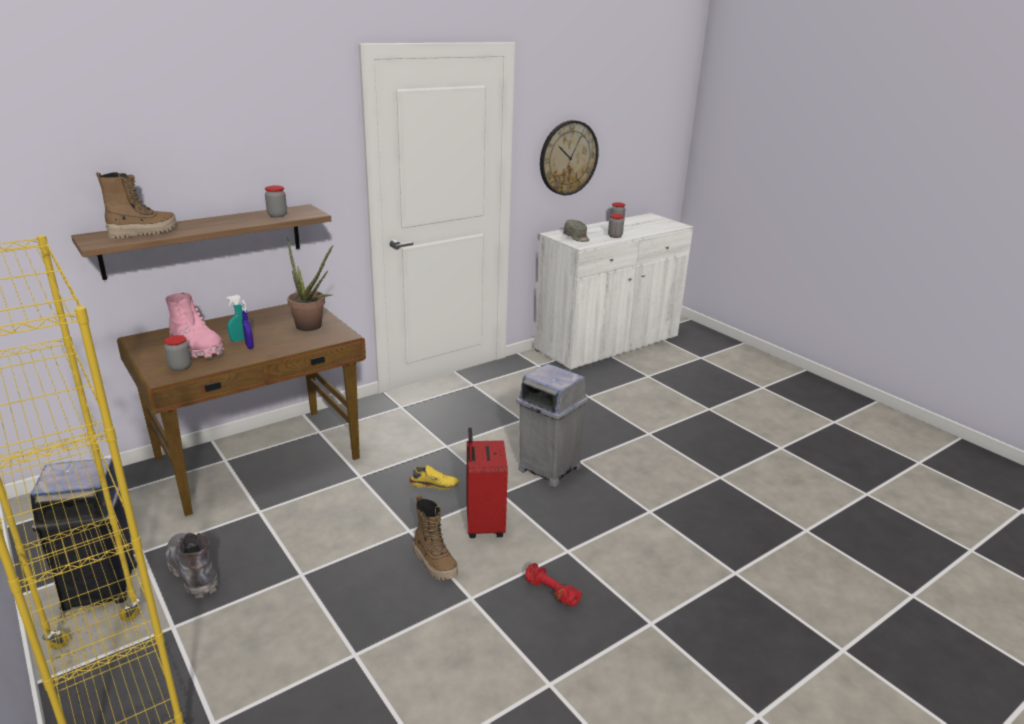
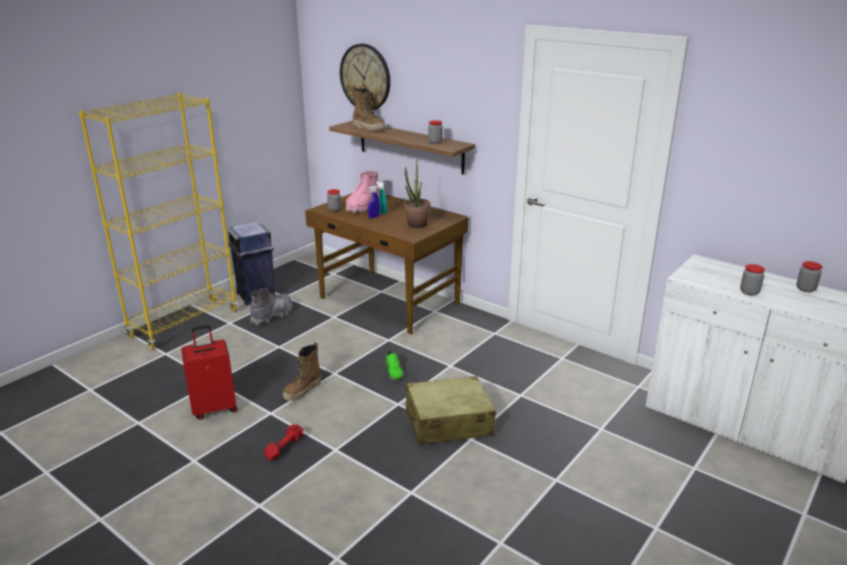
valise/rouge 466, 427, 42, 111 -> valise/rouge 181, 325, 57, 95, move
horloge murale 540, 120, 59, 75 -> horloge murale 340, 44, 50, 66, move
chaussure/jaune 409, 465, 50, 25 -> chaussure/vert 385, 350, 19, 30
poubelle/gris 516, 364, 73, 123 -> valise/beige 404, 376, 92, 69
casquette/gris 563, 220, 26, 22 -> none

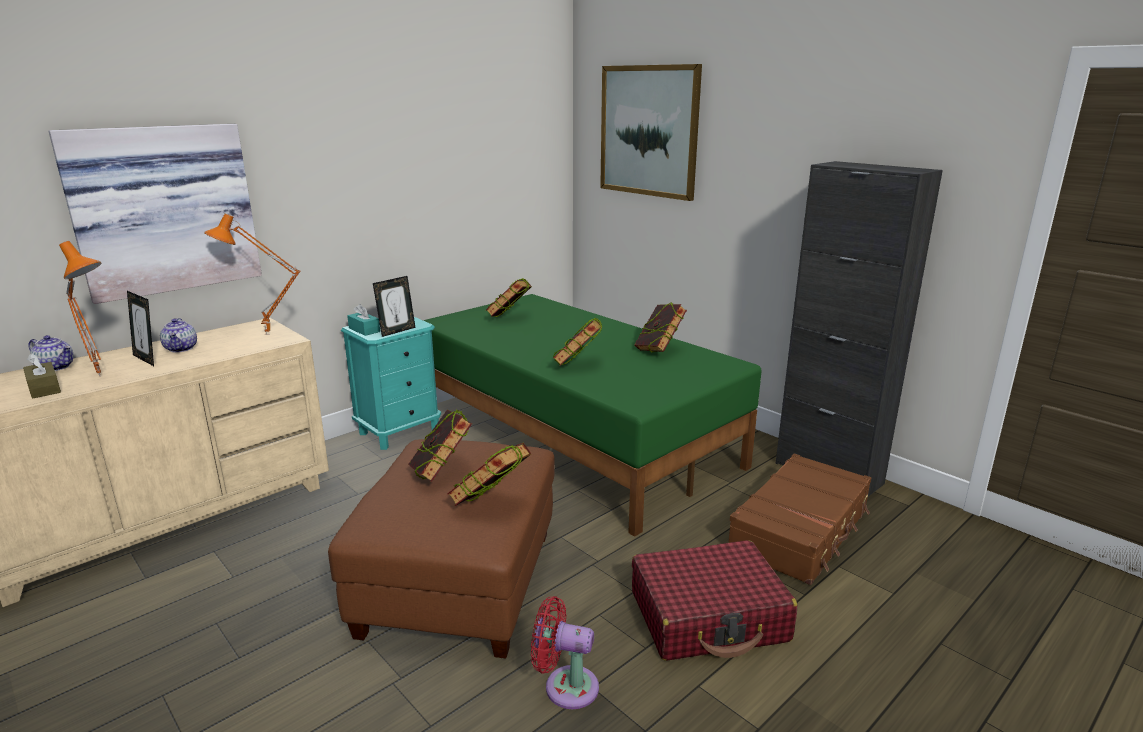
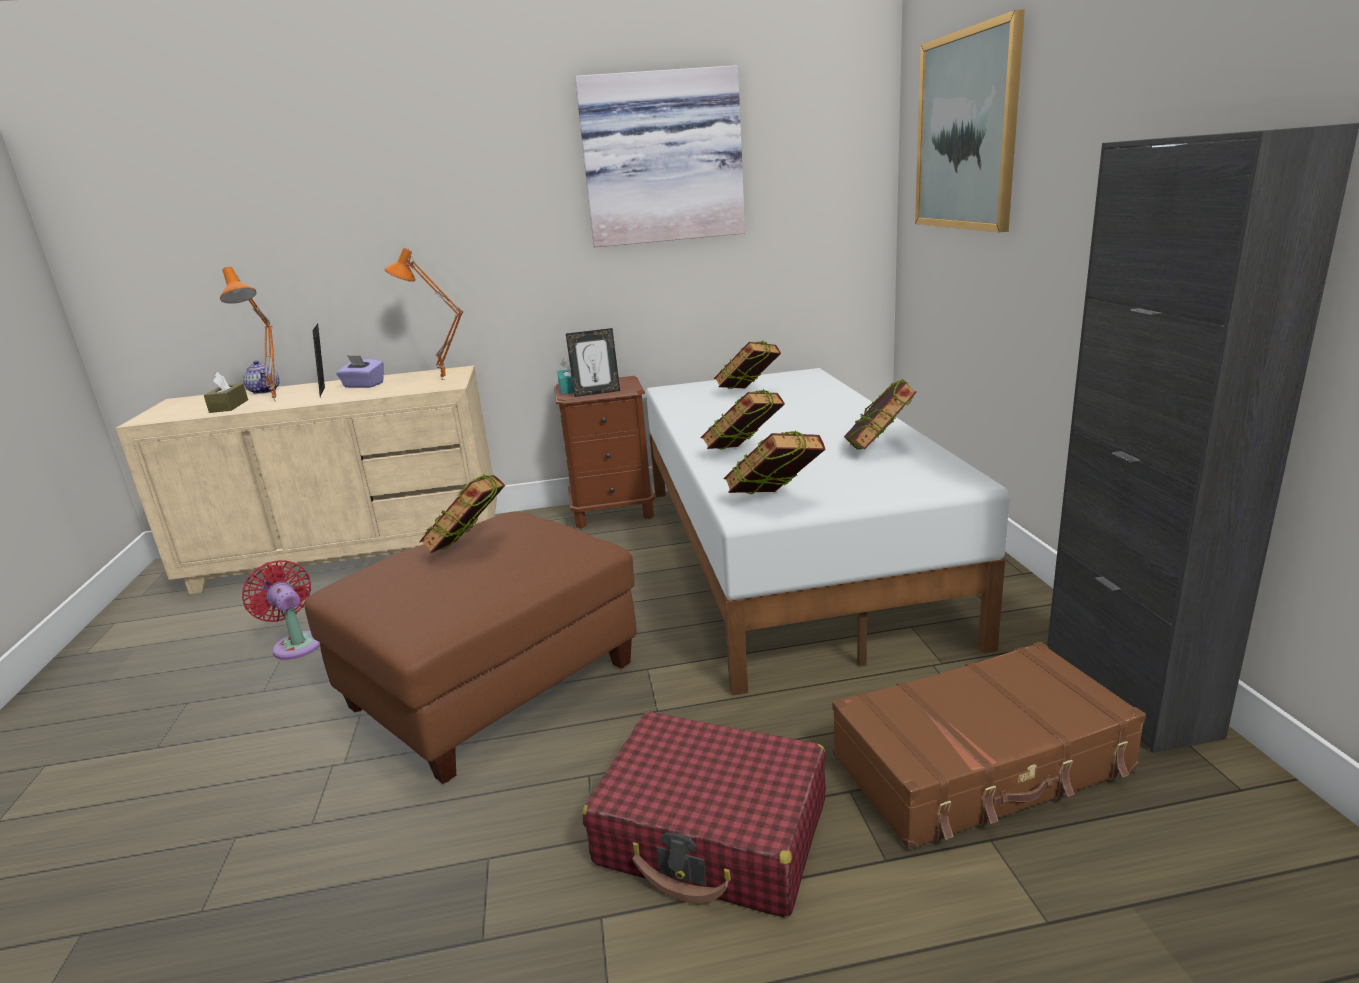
ventilateur/rouge 531, 596, 68, 113 -> ventilateur/rouge 242, 560, 78, 100, move
théière 160, 318, 37, 34 -> boîte à mouchoirs/violet 336, 355, 48, 33
table de chevet/turquoise 341, 317, 100, 133 -> table de chevet/marron 554, 376, 101, 152
tableau 48, 124, 214, 180 -> tableau 575, 65, 170, 182, move
lit/vert 423, 294, 339, 243 -> lit/blanc 646, 368, 364, 328
livre 448, 443, 83, 63 -> livre 723, 430, 103, 64, move

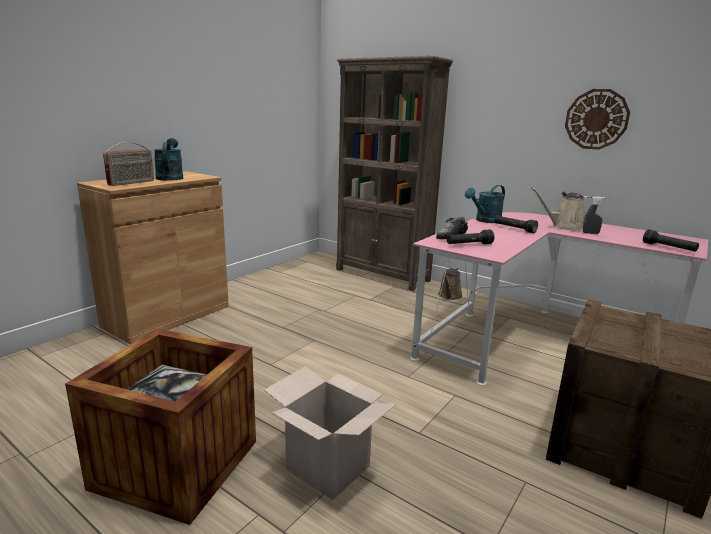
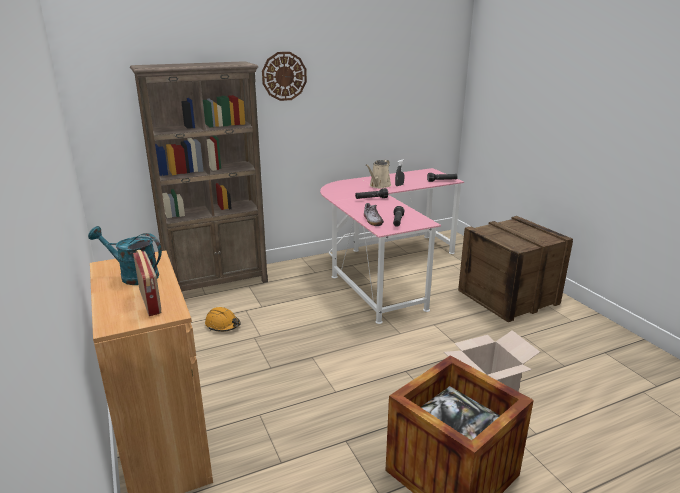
none -> casque de chantier/orange 205, 307, 36, 25
horloge murale 565, 89, 65, 61 -> horloge murale 262, 52, 45, 49, move
arrosoir/marron 438, 267, 25, 33 -> none
arrosoir/turquoise 465, 185, 40, 38 -> none

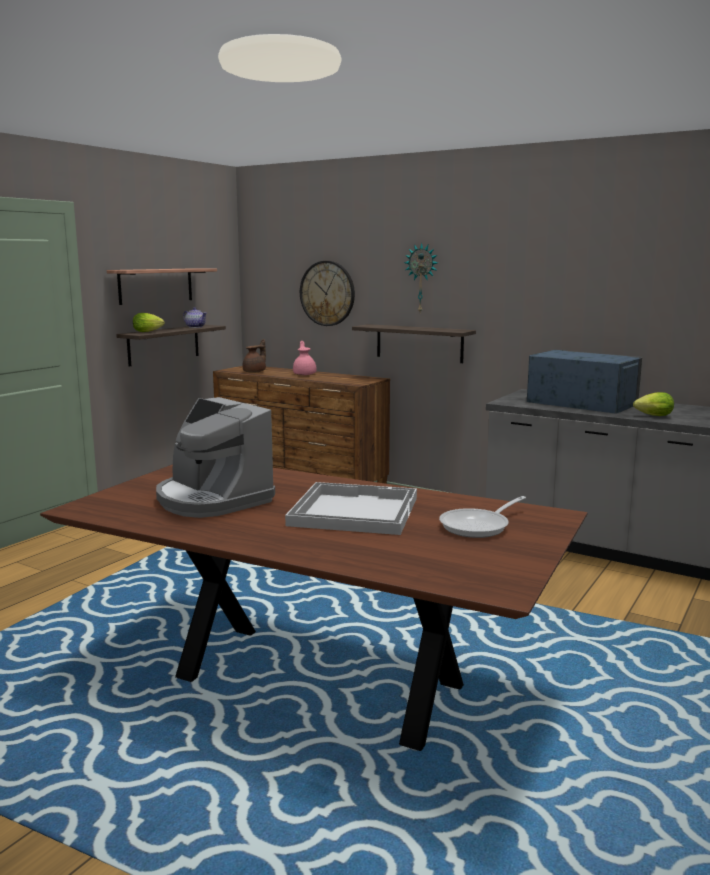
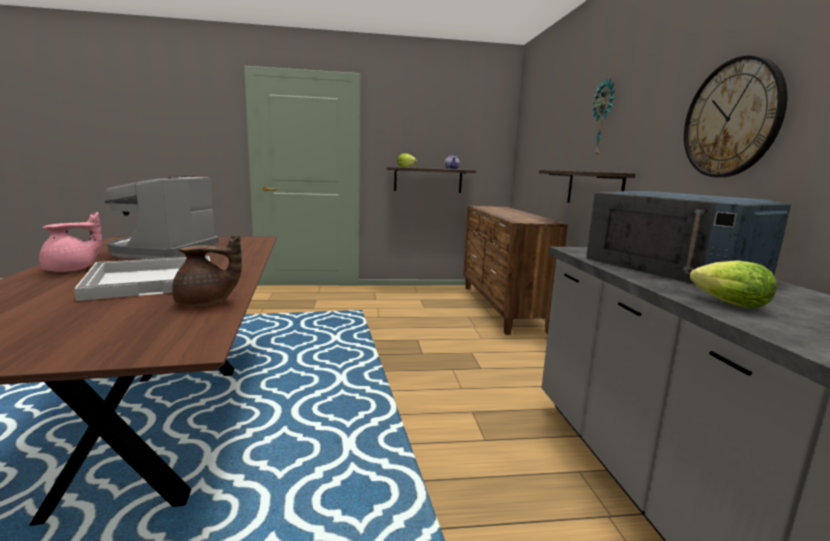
théière/rose 293, 341, 24, 34 -> théière/rose 39, 212, 63, 60, move
théière/marron 242, 339, 24, 34 -> théière/marron 172, 235, 70, 71, move
micro-ondes/bleu 527, 350, 115, 64 -> micro-ondes/bleu 586, 191, 205, 93, 150 degrees clockwise
horloge murale 300, 261, 55, 65 -> horloge murale 684, 55, 103, 122, move
étagère 107, 268, 110, 37 -> none
poêle 439, 496, 87, 42 -> none

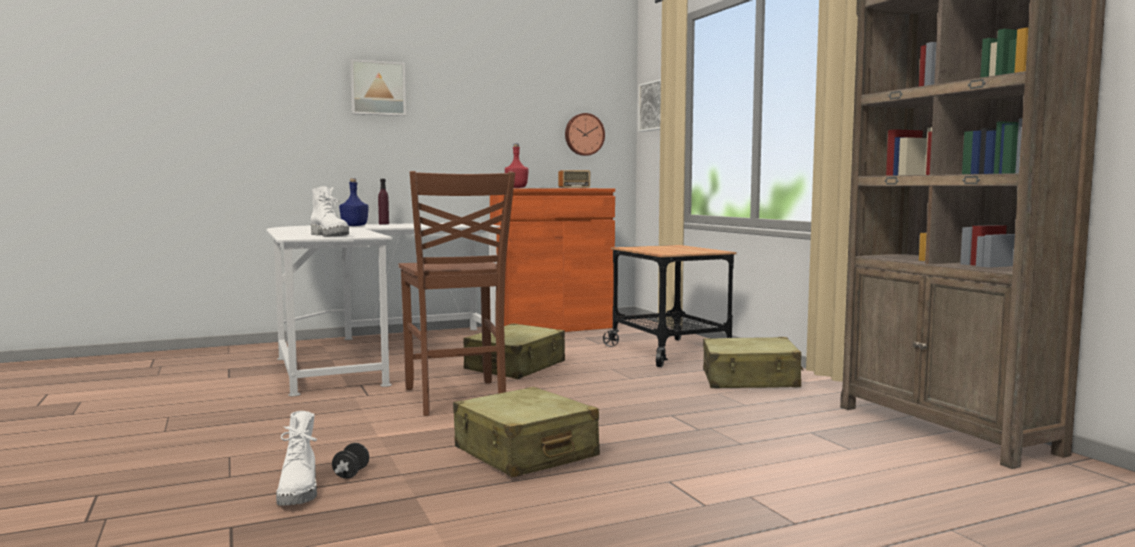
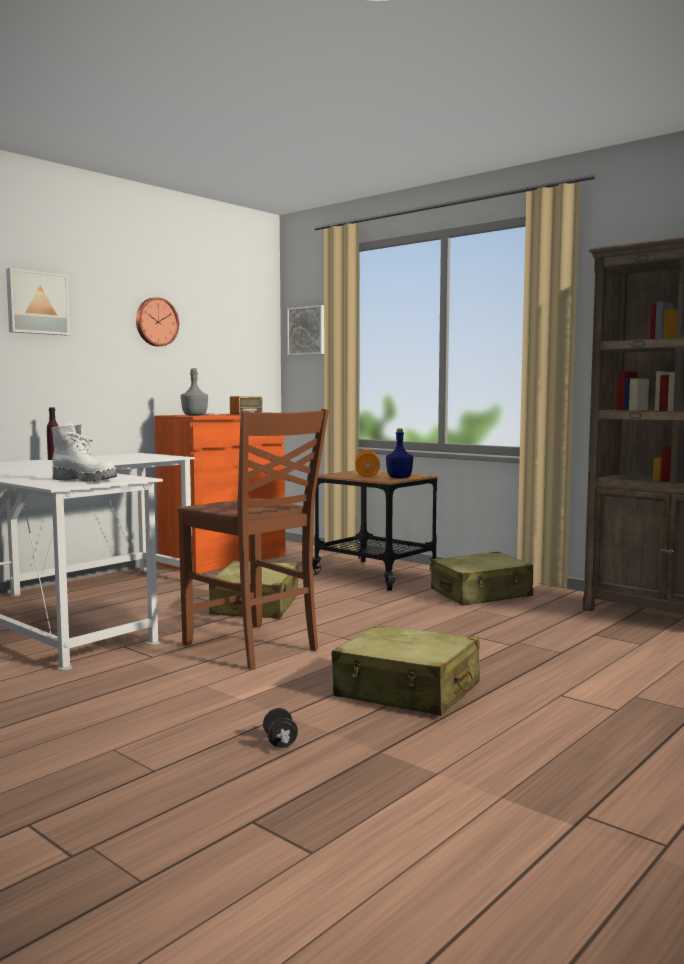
horloge murale 565, 113, 40, 43 -> horloge murale 136, 297, 43, 49, move
bouteille/rouge 505, 144, 23, 44 -> bouteille/gris 181, 368, 27, 48
none -> haltère/orange 355, 450, 25, 27
bouteille/bleu 339, 178, 29, 48 -> bouteille/bleu 386, 428, 27, 50, move
botte/blanc 276, 411, 41, 95 -> none

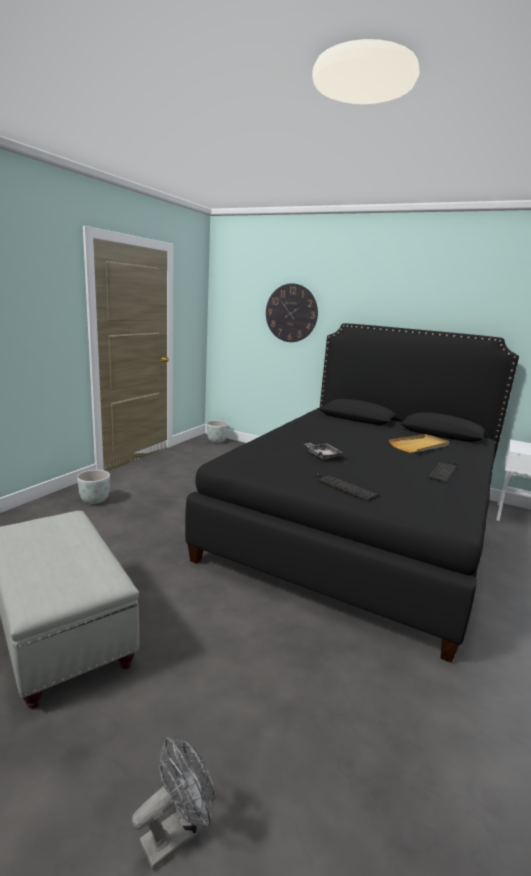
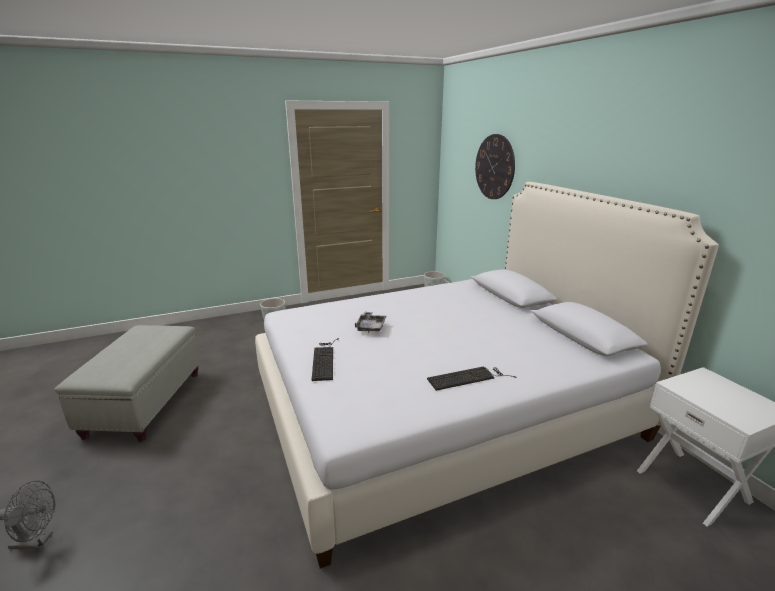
lit/noir 185, 323, 334, 340 -> lit/blanc 255, 182, 464, 387
plateau/beige 389, 434, 60, 19 -> none

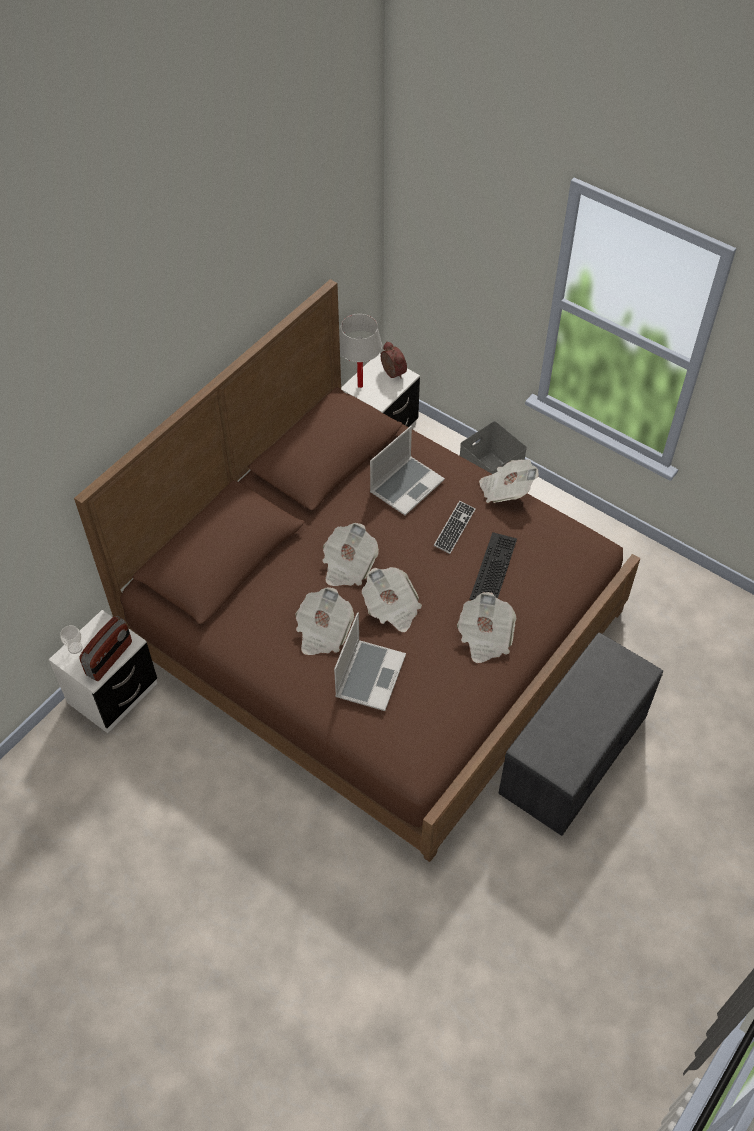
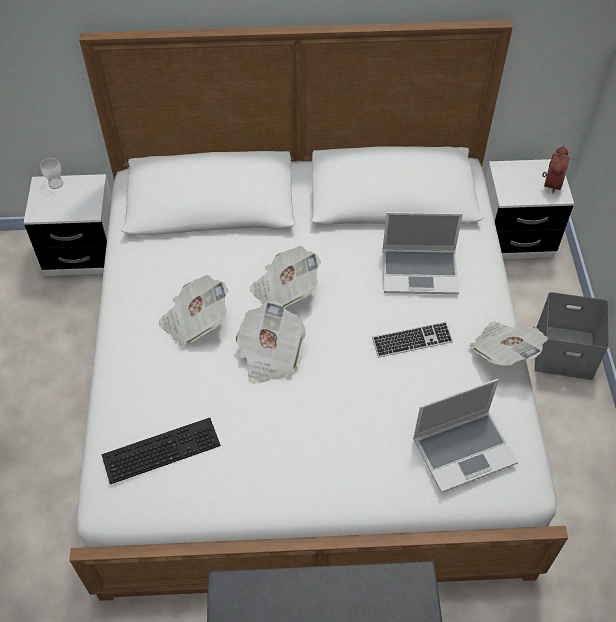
lit/marron 74, 279, 566, 583 -> lit/blanc 69, 20, 499, 581
clavier 470, 532, 47, 68 -> clavier 101, 418, 120, 66, move
ordinateur portable 334, 613, 72, 98 -> ordinateur portable 413, 379, 105, 114, move
radio 79, 616, 53, 65 -> none
lampe de table/blanc 339, 314, 43, 74 -> none
journal 457, 592, 60, 71 -> none

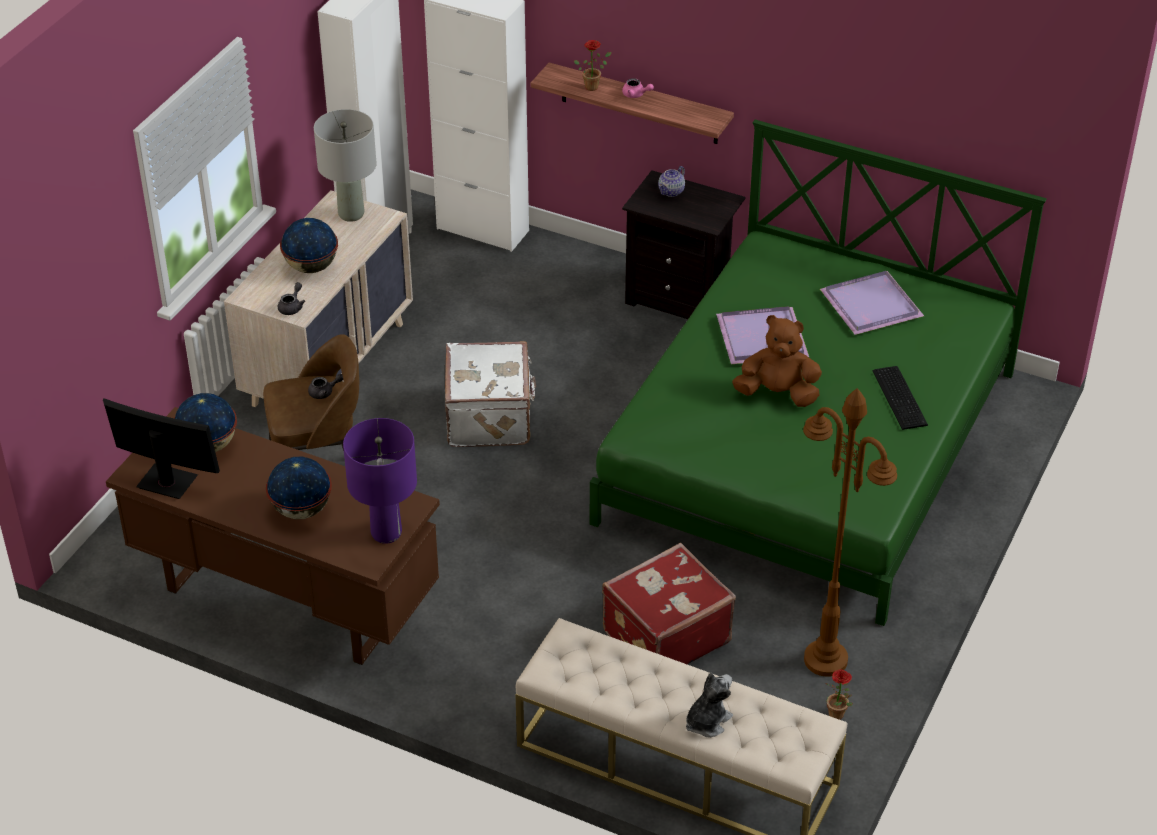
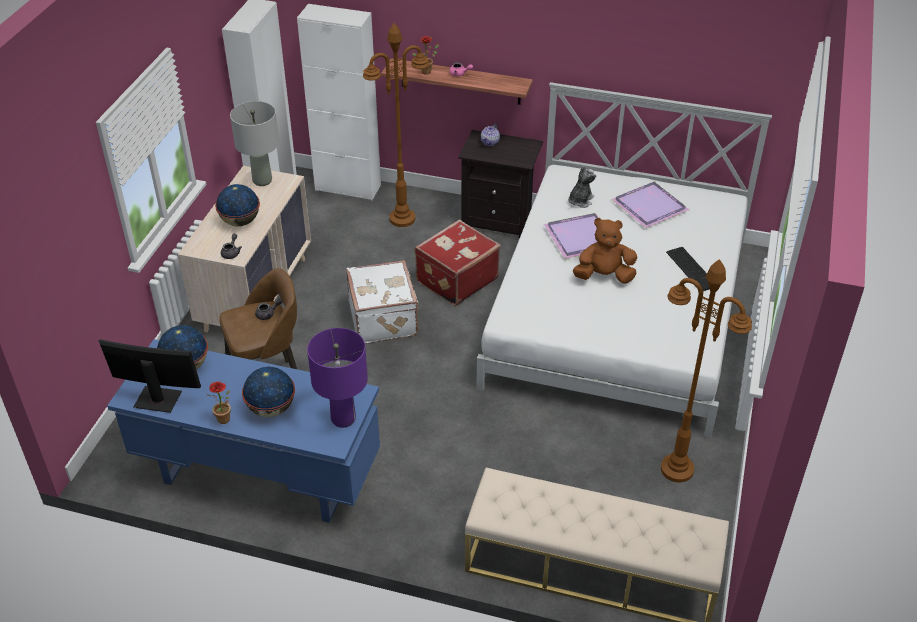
bureau/marron 106, 407, 334, 258 -> bureau/bleu 107, 339, 273, 184
plante en pot 826, 669, 27, 51 -> plante en pot 207, 381, 24, 43, move
none -> lampadaire/marron 363, 23, 66, 204
valise/rouge 602, 543, 134, 121 -> valise/rouge 415, 219, 85, 87, move
lit/vert 590, 120, 457, 506 -> lit/blanc 476, 82, 296, 356
peluche 686, 673, 47, 64 -> peluche 568, 166, 28, 42, move

